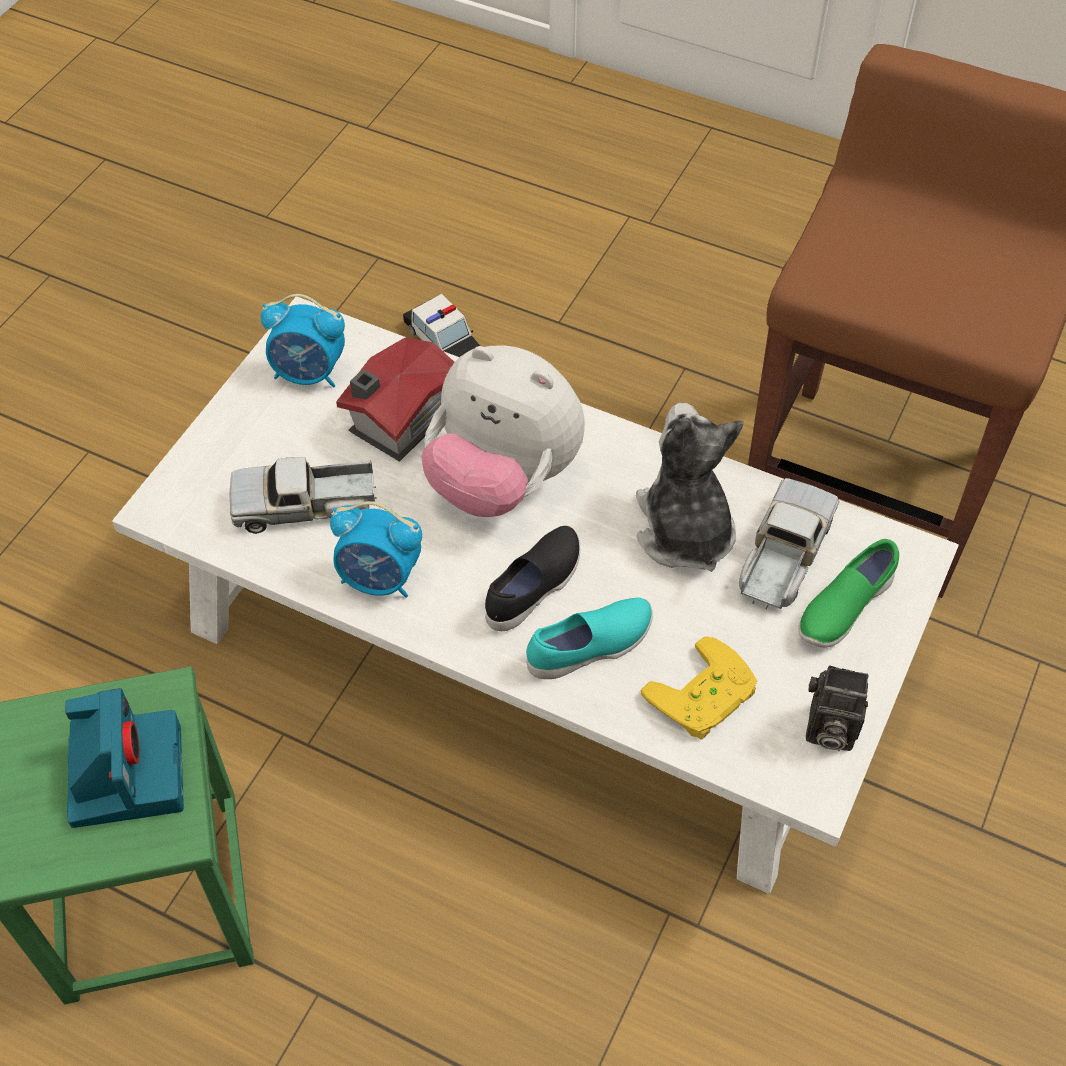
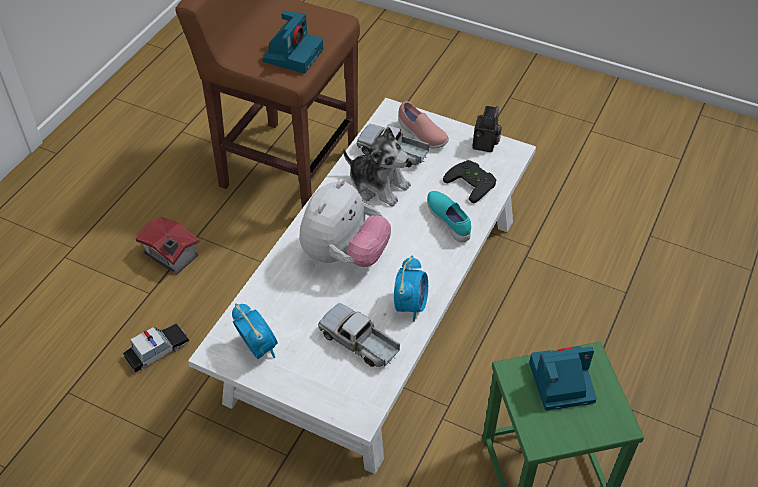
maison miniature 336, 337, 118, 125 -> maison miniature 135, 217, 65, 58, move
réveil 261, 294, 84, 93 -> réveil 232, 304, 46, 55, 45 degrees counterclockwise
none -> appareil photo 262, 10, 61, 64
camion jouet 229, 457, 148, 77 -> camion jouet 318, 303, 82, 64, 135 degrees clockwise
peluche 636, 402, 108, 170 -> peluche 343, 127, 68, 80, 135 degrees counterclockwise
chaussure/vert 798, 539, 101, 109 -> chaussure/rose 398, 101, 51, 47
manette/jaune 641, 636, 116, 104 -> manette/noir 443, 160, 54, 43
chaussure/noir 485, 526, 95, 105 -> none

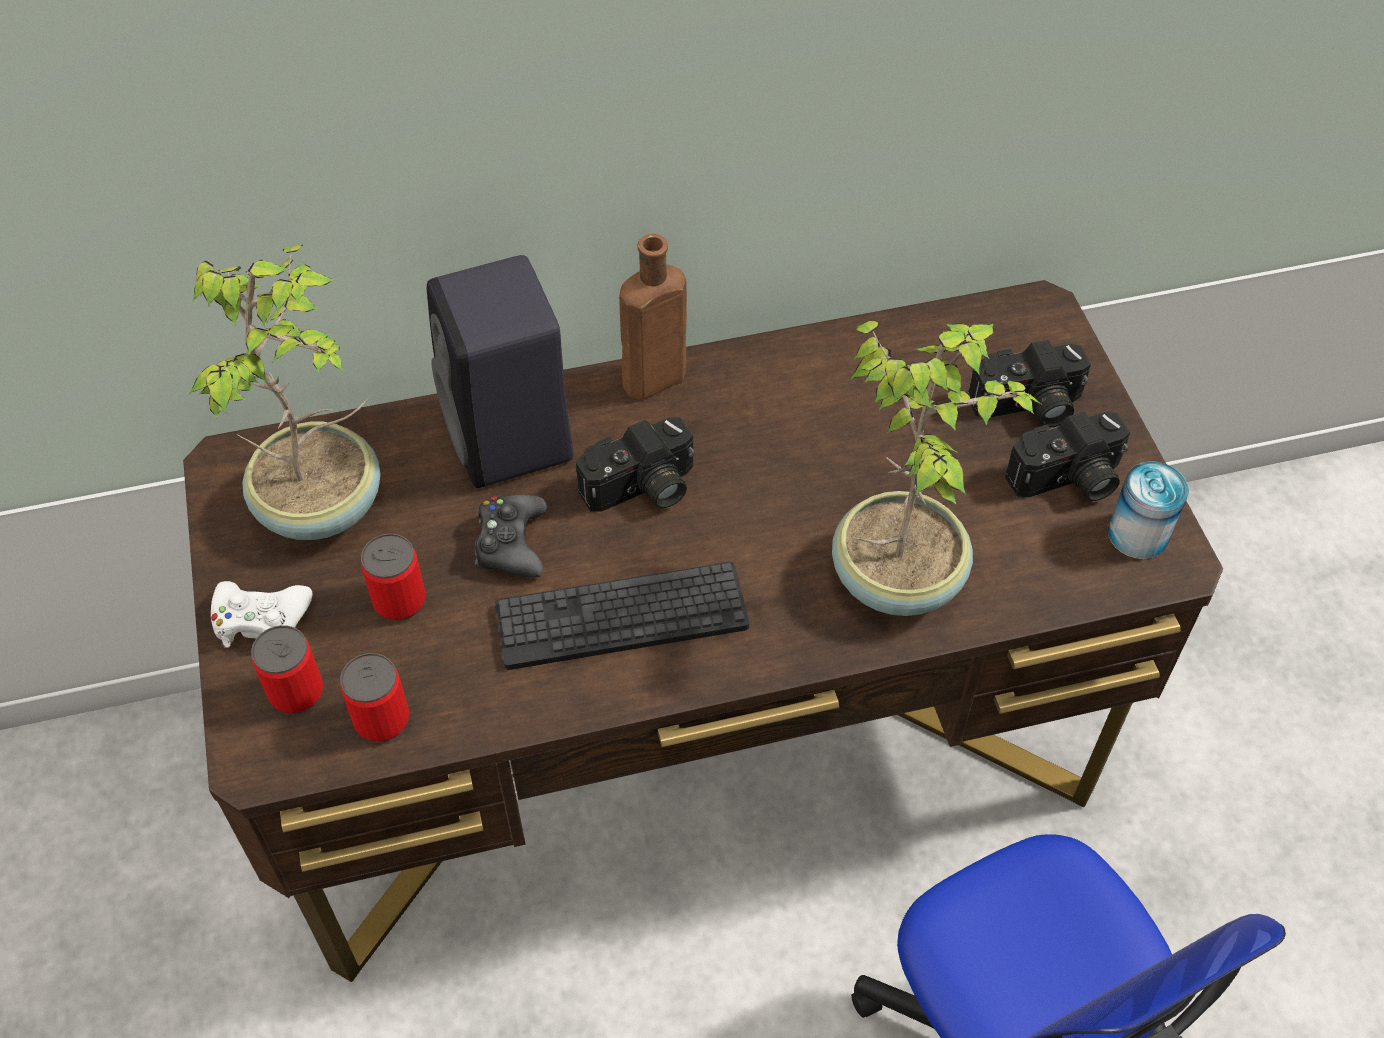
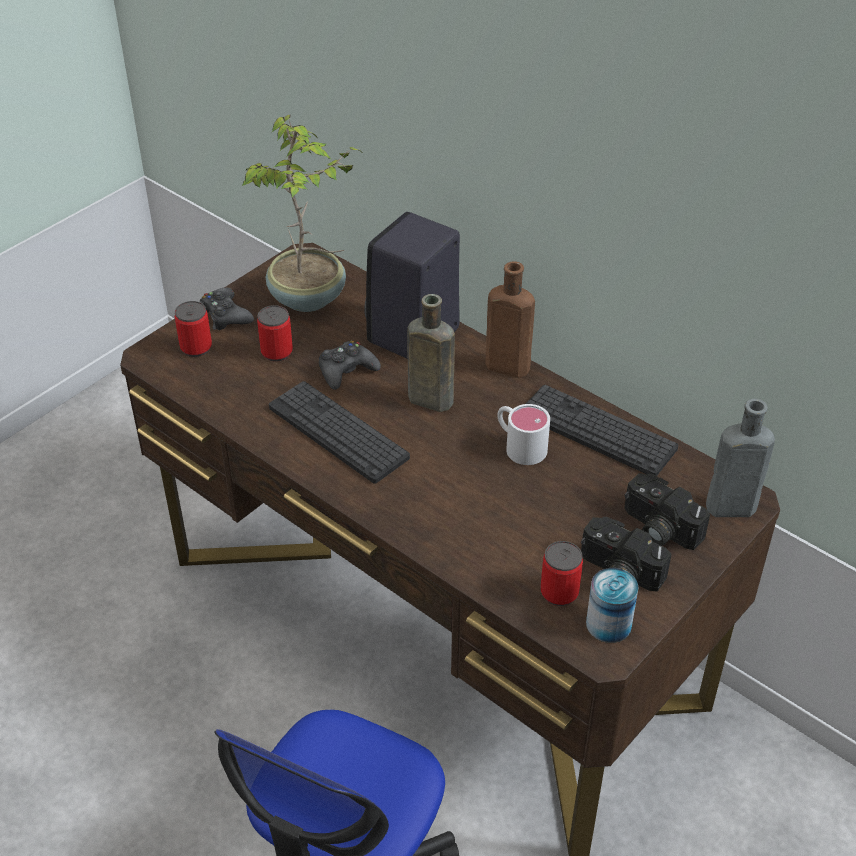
manette/blanc 211, 581, 102, 67 -> manette/noir 200, 288, 54, 42
appareil photo 576, 417, 118, 95 -> bouteille/marron 407, 294, 48, 118
none -> mug/blanc 497, 404, 53, 61
none -> clavier 526, 385, 152, 91
boîte métallique 340, 653, 69, 89 -> boîte métallique 540, 541, 43, 65, move
none -> bouteille/gris 706, 399, 69, 118
plante en pot 832, 320, 209, 296 -> none

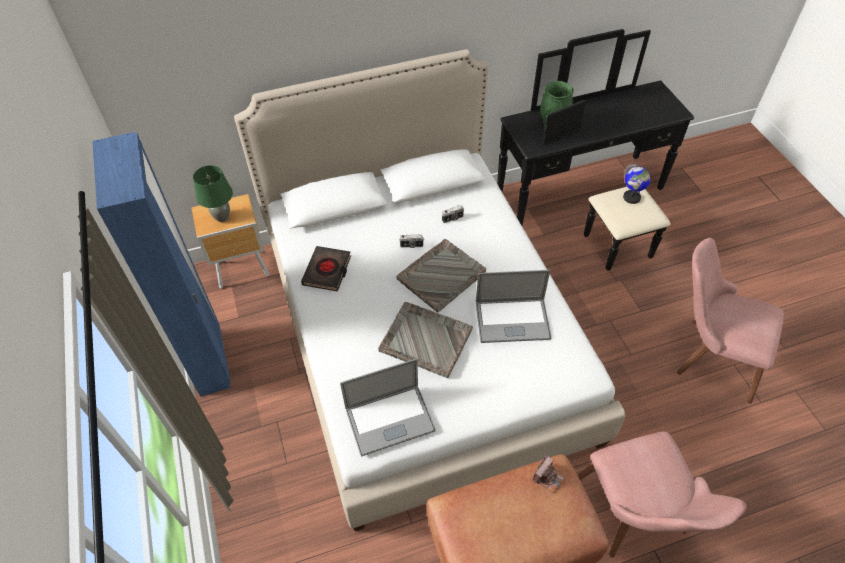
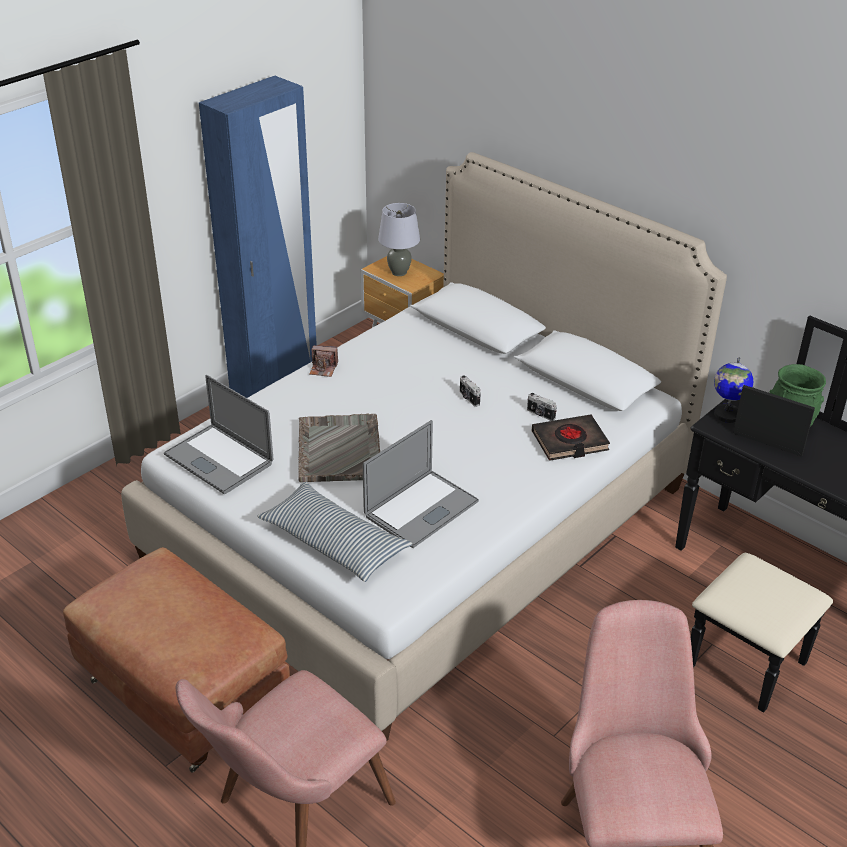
none -> coussin 257, 482, 156, 100
appareil photo 533, 455, 32, 38 -> appareil photo 309, 345, 29, 32, move
ordinateur portable 476, 270, 75, 73 -> ordinateur portable 363, 420, 116, 128, 105 degrees counterclockwise
lampe de table/vert 193, 165, 40, 57 -> lampe de table/gris 378, 203, 42, 73
livre/noir 301, 246, 50, 46 -> livre/noir 532, 415, 78, 46, move
globe 623, 164, 28, 40 -> globe 714, 357, 39, 66, move
plateau/gris 396, 239, 90, 74 -> none

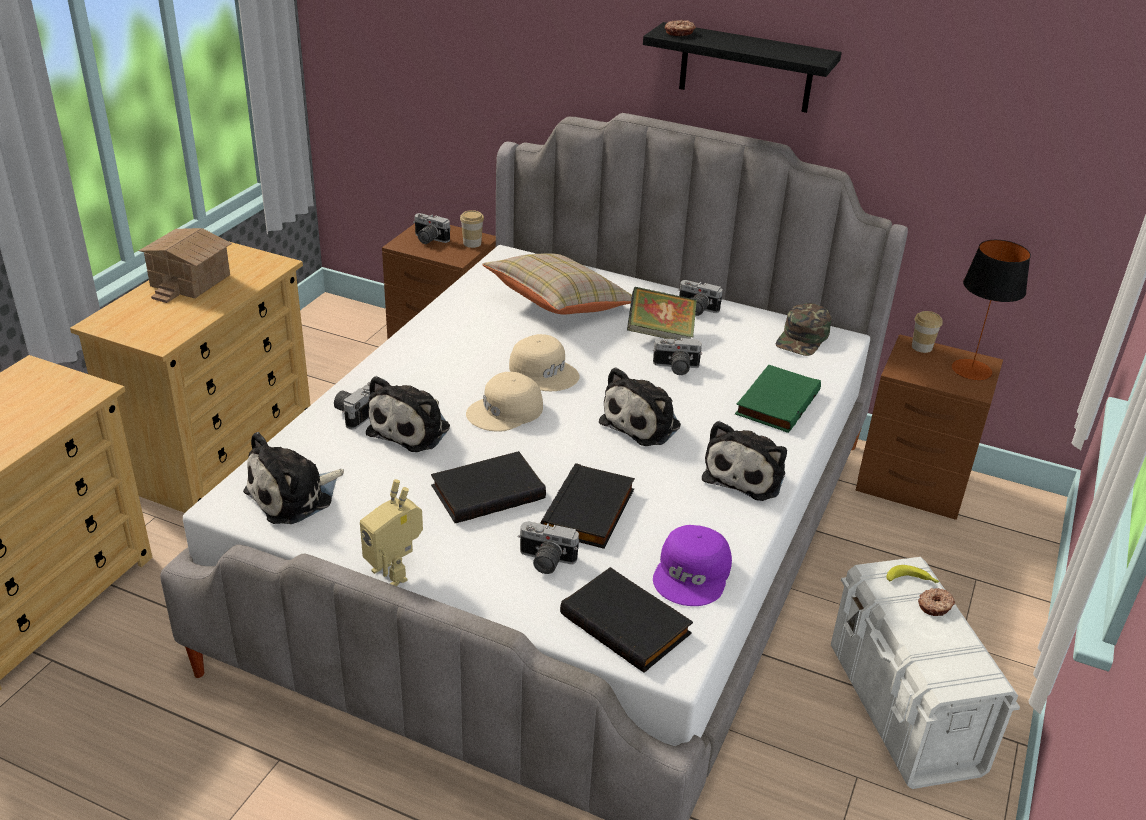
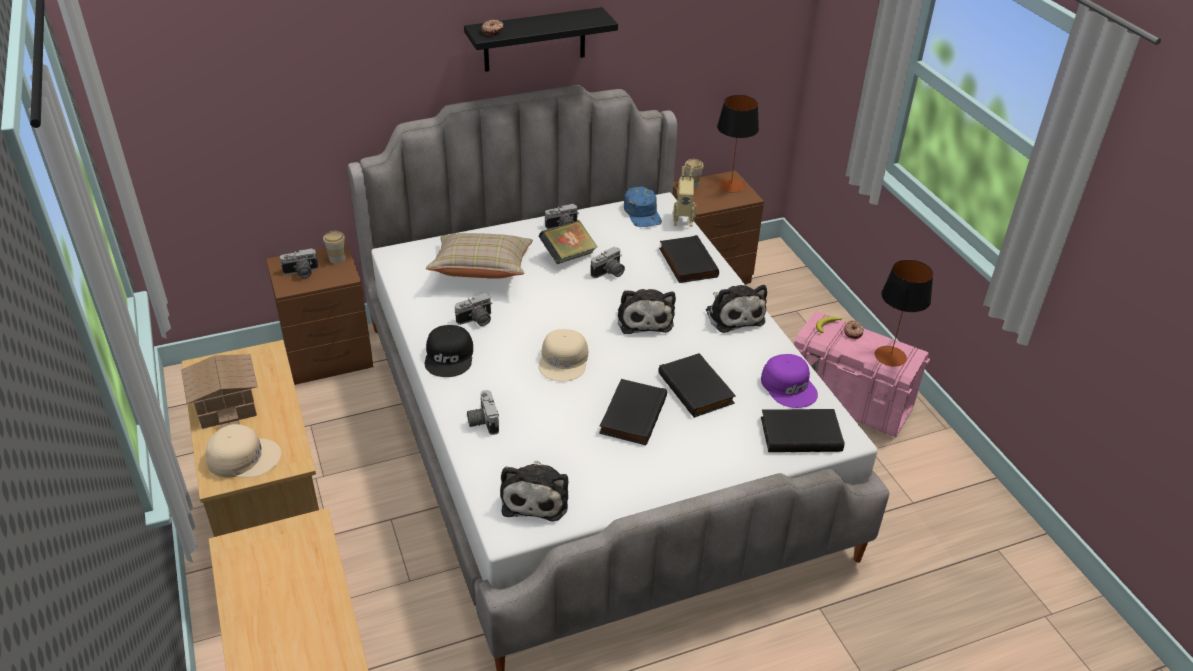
casquette/beige 509, 334, 71, 57 -> casquette/beige 206, 424, 76, 54, move
none -> casquette/noir 425, 325, 48, 52
appareil photo 518, 521, 61, 53 -> appareil photo 455, 293, 38, 33, move
casquette/vert 776, 303, 56, 53 -> casquette/bleu 624, 186, 38, 41
livre/vert 735, 365, 86, 68 -> livre/noir 659, 235, 60, 48
robot jouet 360, 479, 63, 107 -> robot jouet 673, 166, 24, 61, move
boîte de rangement/blanc 831, 557, 189, 232 -> boîte de rangement/rose 794, 311, 136, 126
none -> lampe de table 875, 260, 58, 107
peluche 366, 376, 84, 76 -> none

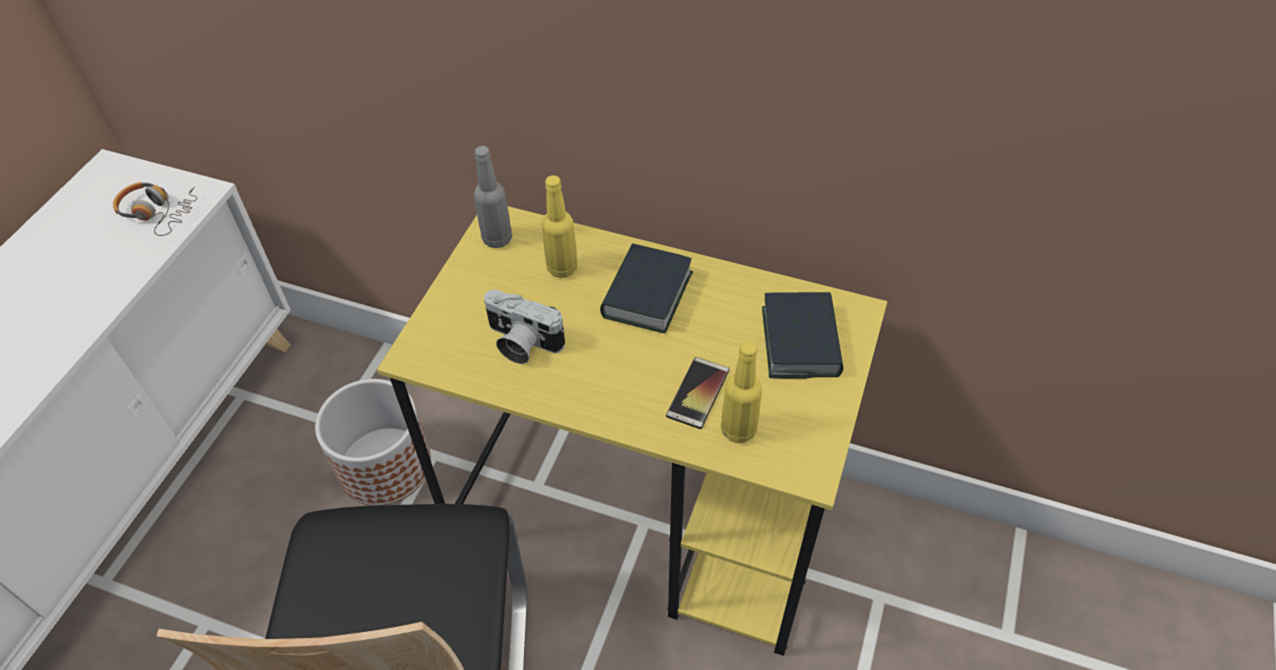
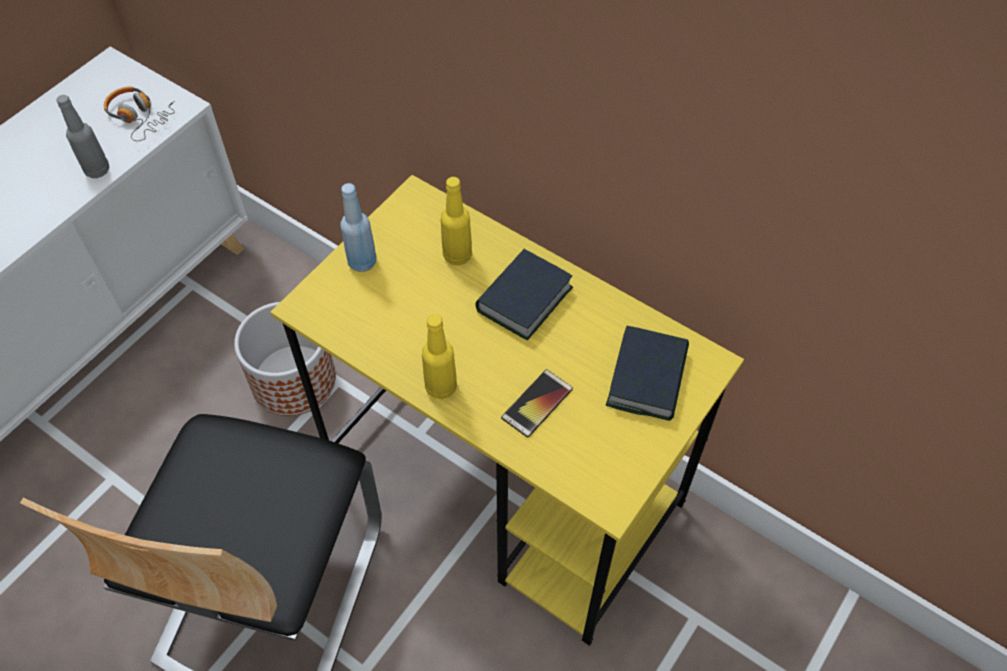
bouteille/gris 474, 146, 38, 102 -> bouteille/gris 56, 95, 53, 83, move
none -> bouteille/bleu 340, 183, 37, 89
bouteille/jaune 721, 341, 41, 102 -> bouteille/jaune 422, 314, 35, 85, move
appareil photo 484, 290, 81, 74 -> none

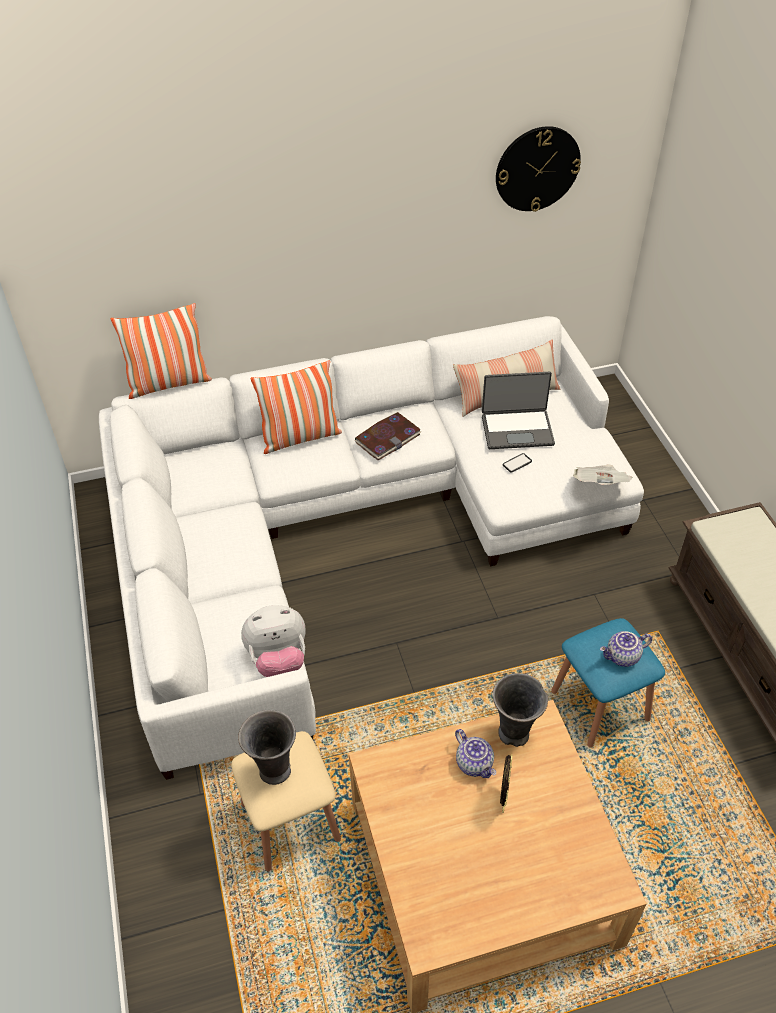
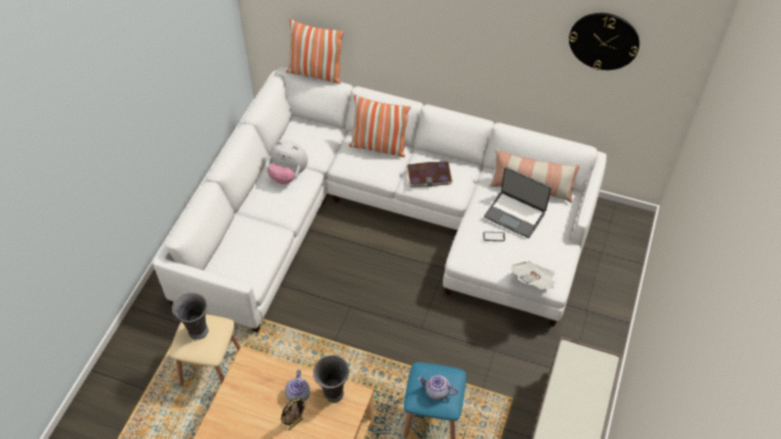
peluche 241, 605, 65, 72 -> peluche 267, 140, 41, 44, move

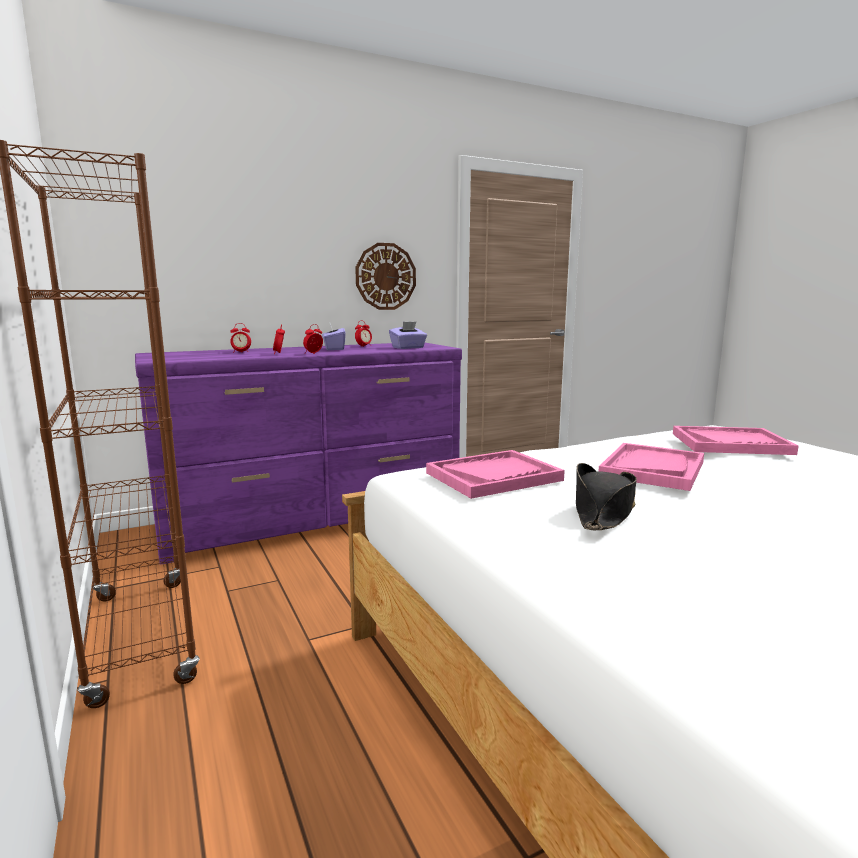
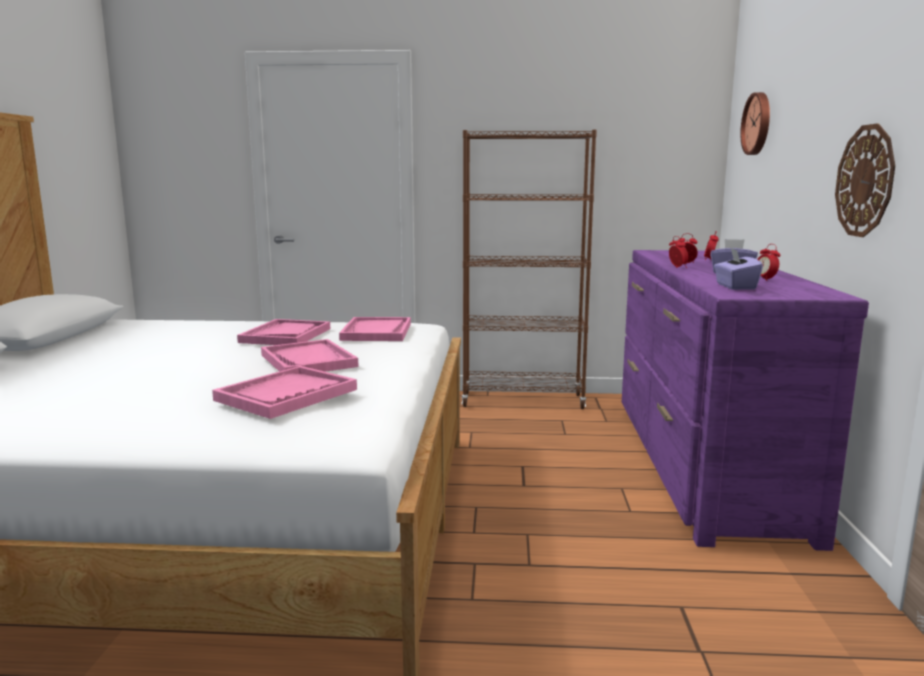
chapeau/noir 576, 463, 61, 67 -> plateau/rose 237, 319, 93, 26
none -> horloge murale 740, 92, 30, 63

